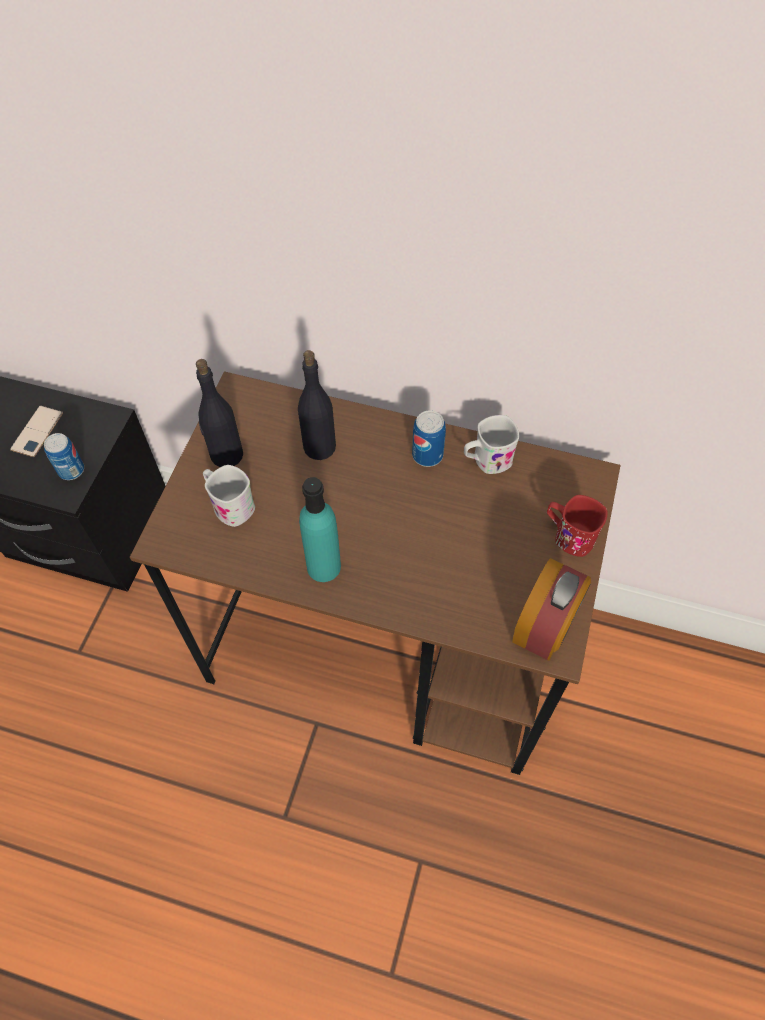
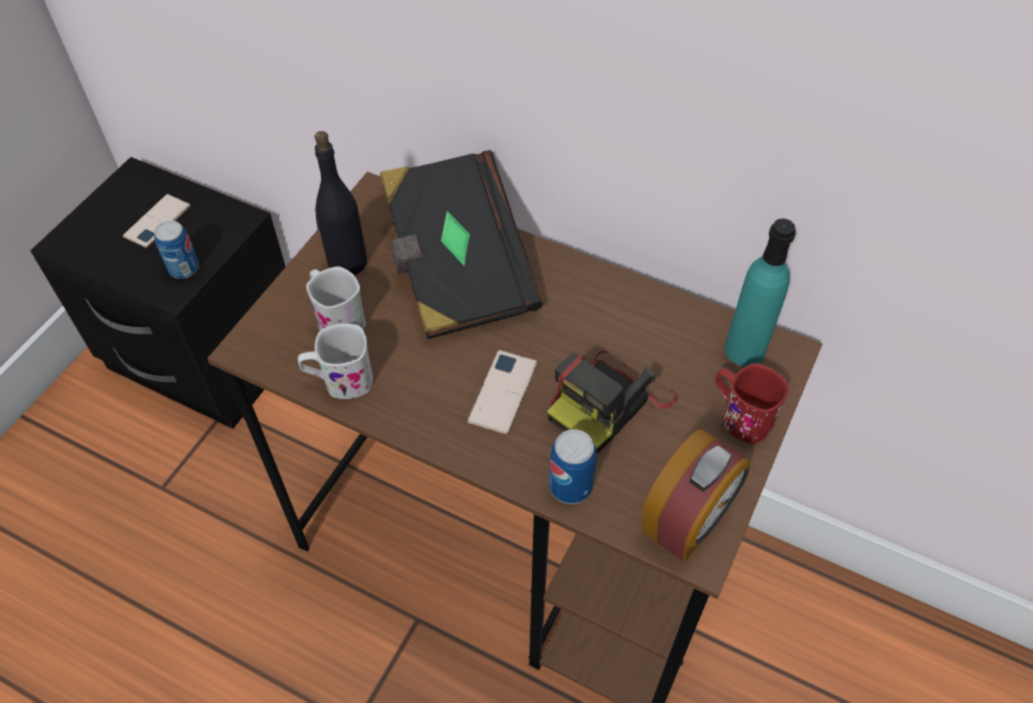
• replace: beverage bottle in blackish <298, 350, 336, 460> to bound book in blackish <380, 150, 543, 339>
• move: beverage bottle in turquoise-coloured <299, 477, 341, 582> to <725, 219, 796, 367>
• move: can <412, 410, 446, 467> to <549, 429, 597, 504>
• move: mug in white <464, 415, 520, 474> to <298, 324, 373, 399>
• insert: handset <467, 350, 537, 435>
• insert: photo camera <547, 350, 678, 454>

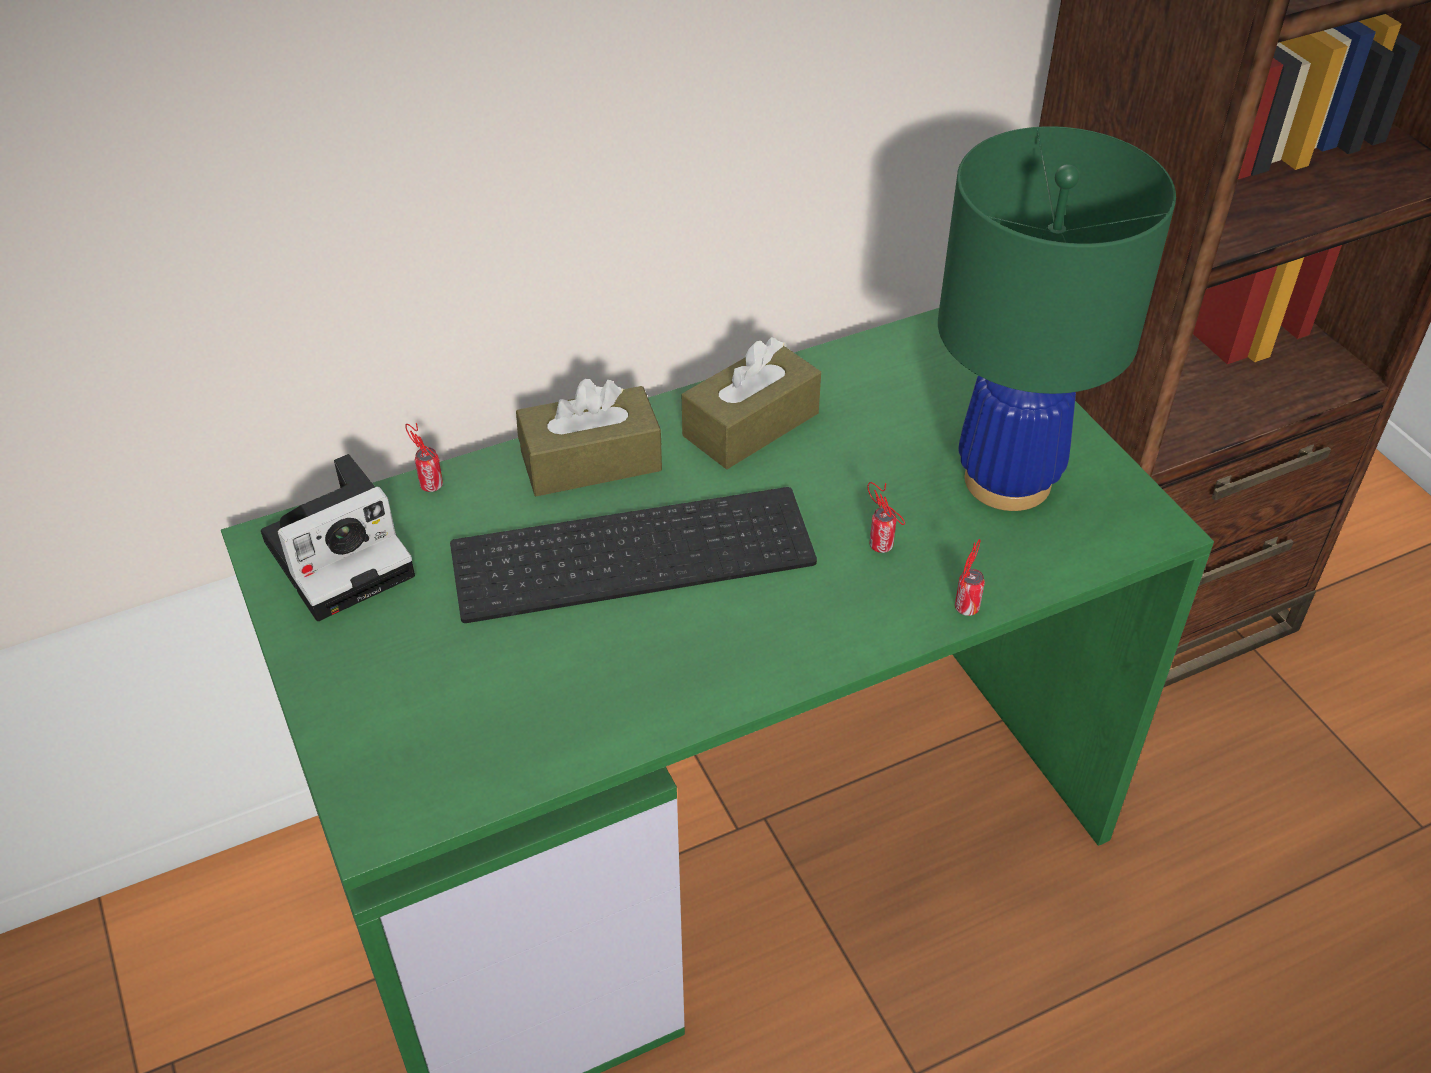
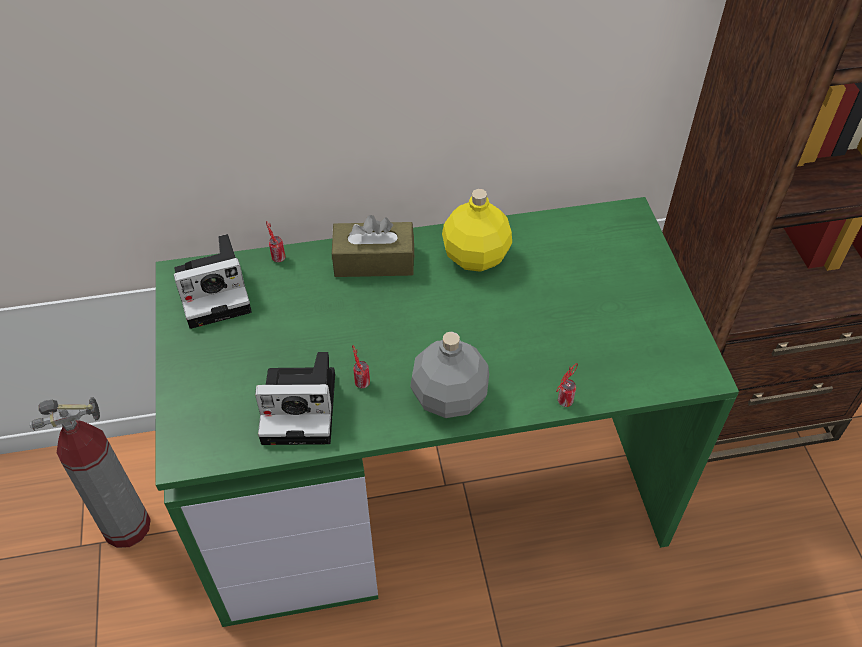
• delete: PC keyboard <450, 487, 817, 623>
• replace: tissue box in brown <682, 337, 821, 469> to beverage bottle in yellowish <442, 189, 512, 272>
• move: can <867, 482, 905, 553> to <352, 345, 370, 388>
• delete: lamp for a table in green-coloured <938, 126, 1176, 511>
• insert: fire extinguisher <29, 397, 151, 548>
• insert: photo camera <255, 352, 335, 445>
• insert: beverage bottle in gray <410, 332, 489, 418>

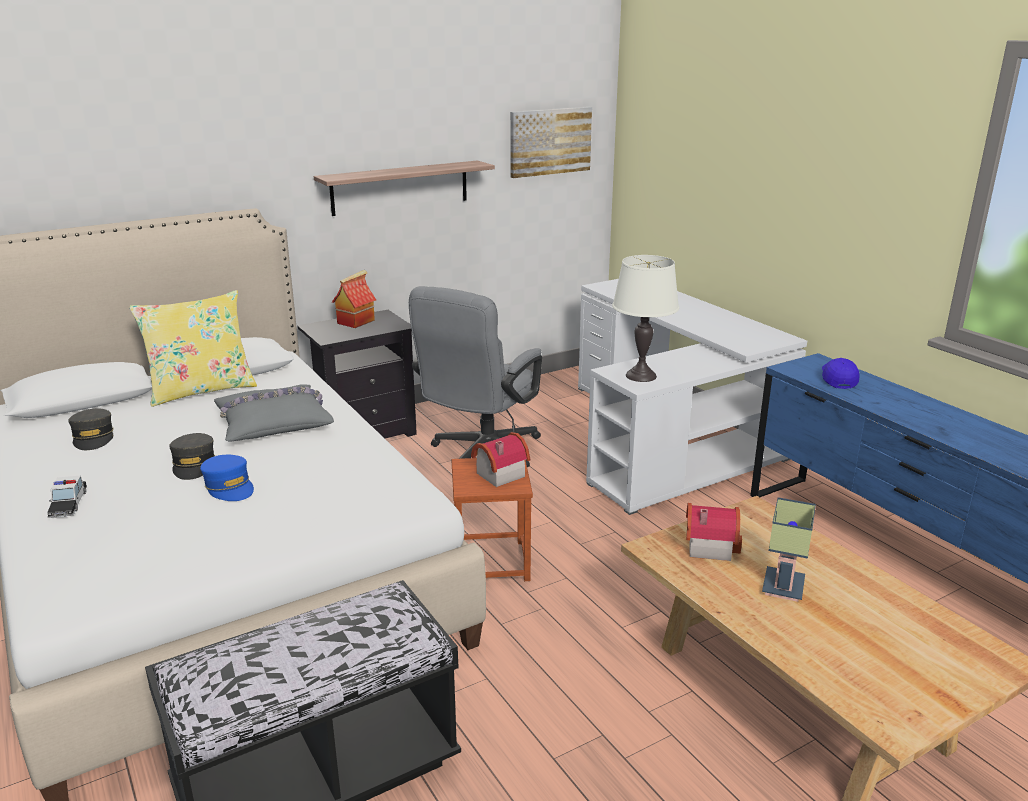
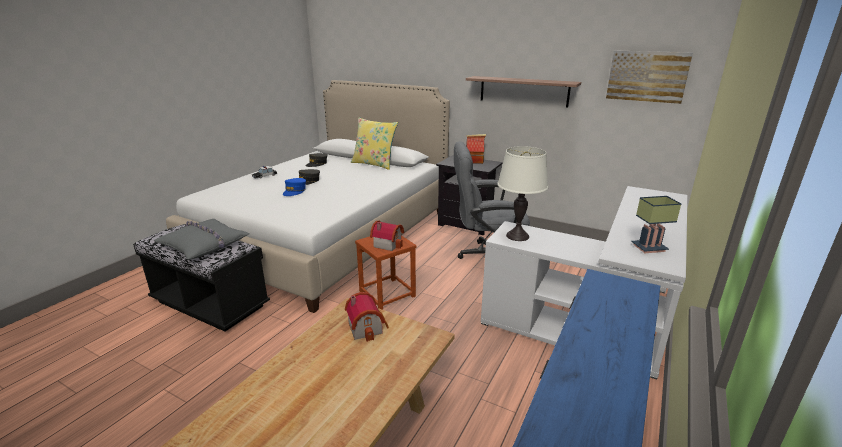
• move: pillow in gray <214, 384, 334, 441> to <154, 219, 249, 260>
• move: lamp for a table <762, 497, 816, 602> to <631, 196, 681, 253>
• delete: cap in blue-coloured <822, 358, 859, 389>

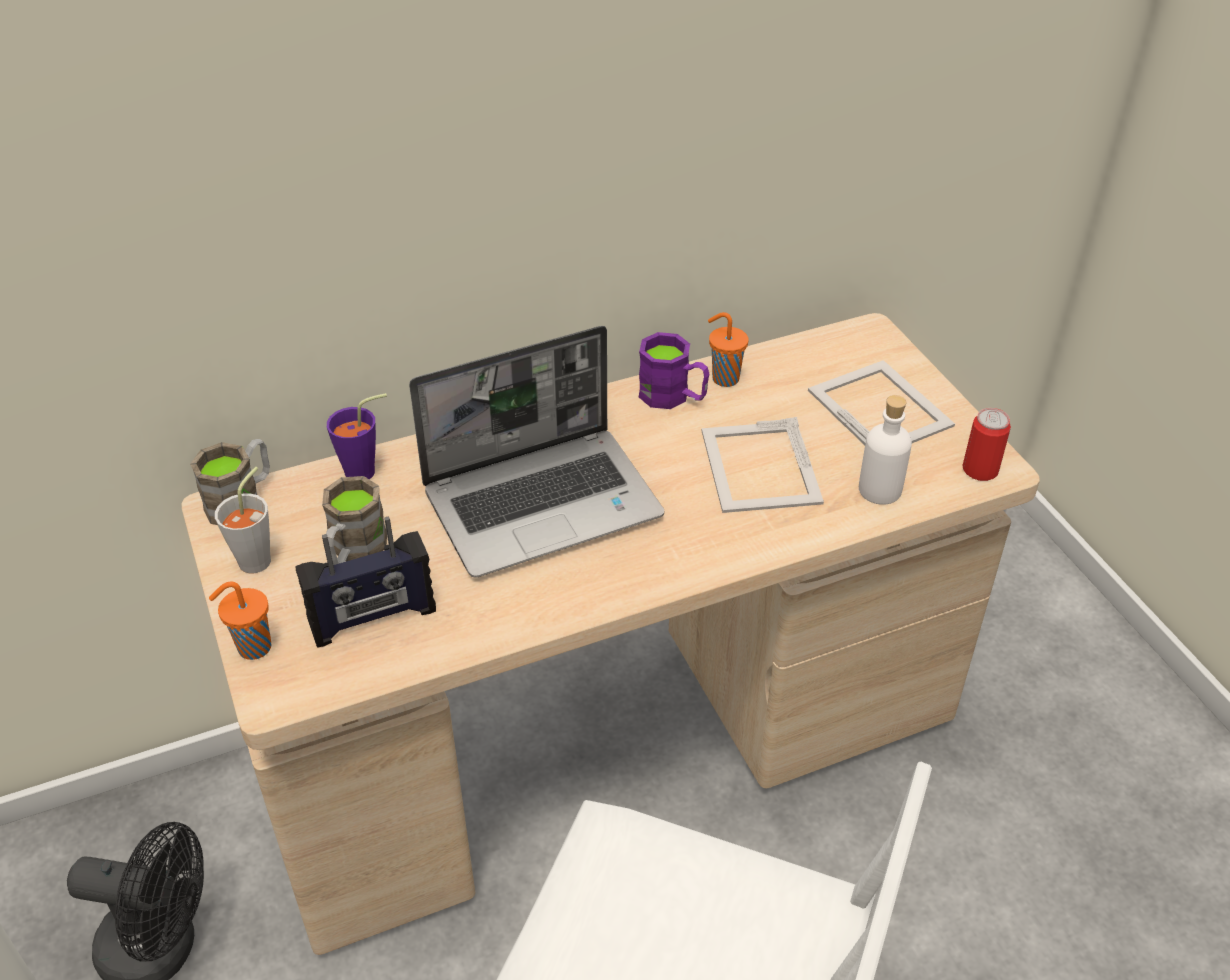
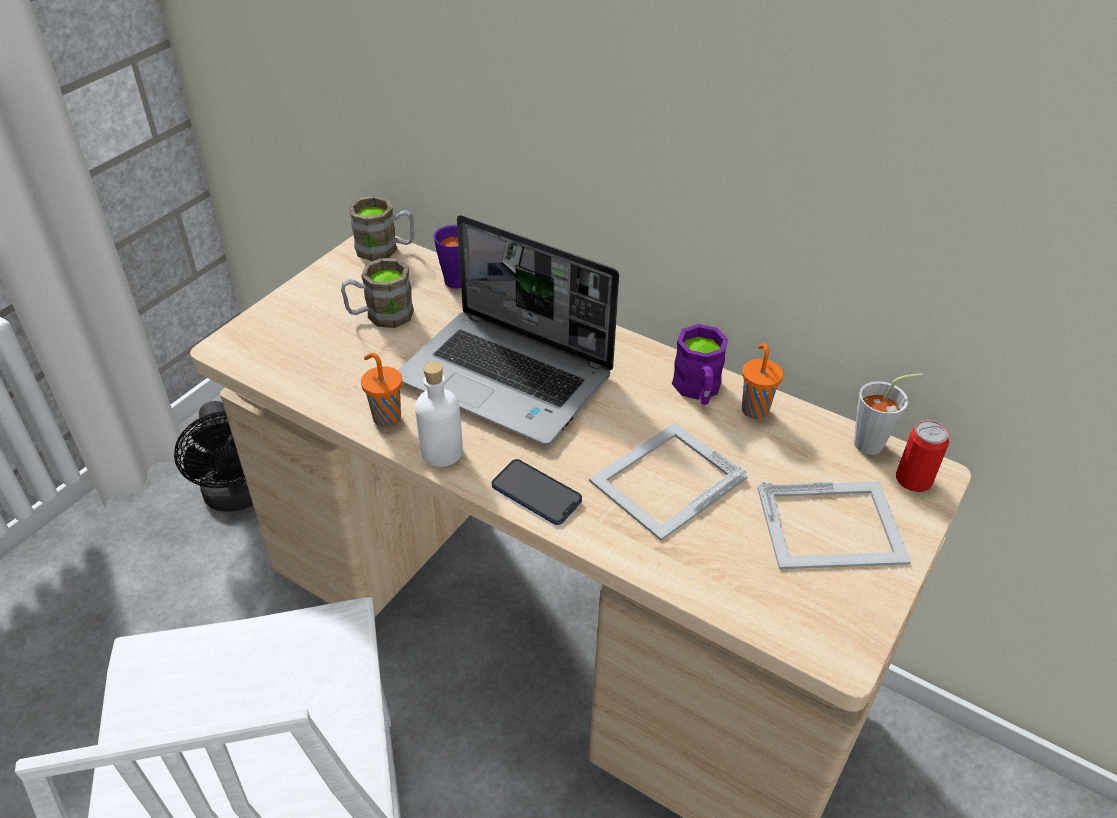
• move: cup in orangey <209, 581, 271, 660> to <361, 352, 402, 428>
• move: cup in gray <215, 467, 271, 574> to <854, 373, 923, 455>
• delete: radio set <295, 517, 436, 648>
• rotate: photo frame <808, 360, 955, 445> = <757, 481, 911, 569> 60 degrees clockwise
• move: beverage bottle in white <859, 395, 912, 505> to <415, 361, 463, 467>
• move: can <962, 408, 1011, 481> to <896, 420, 949, 492>
• insert: handset <492, 459, 582, 525>

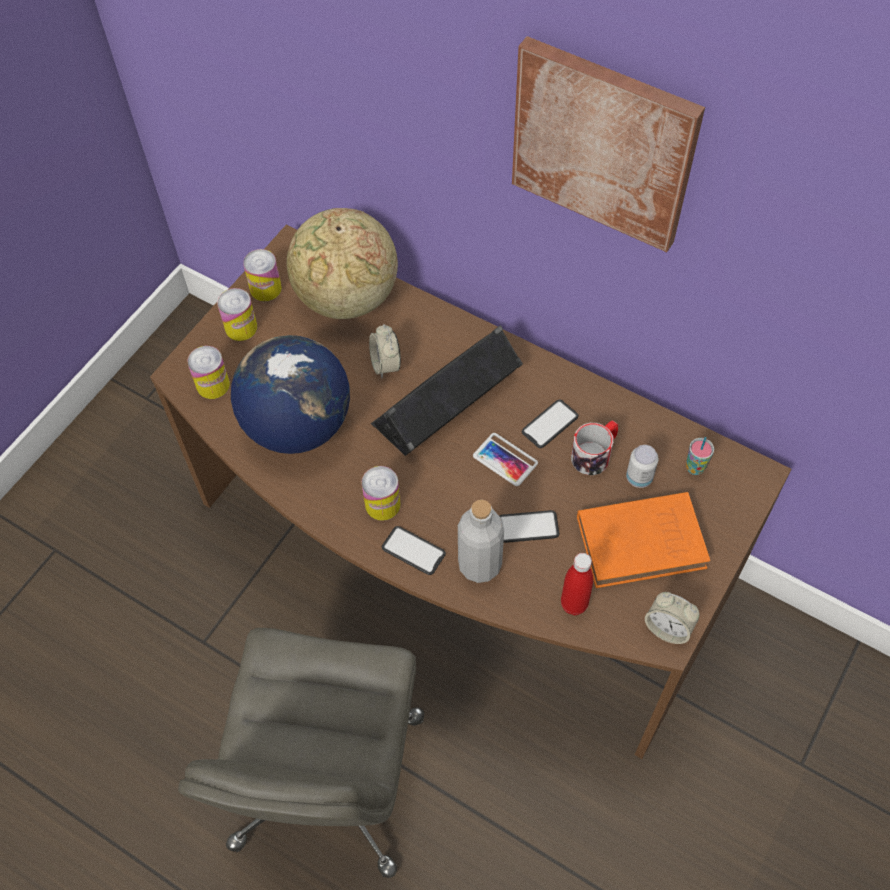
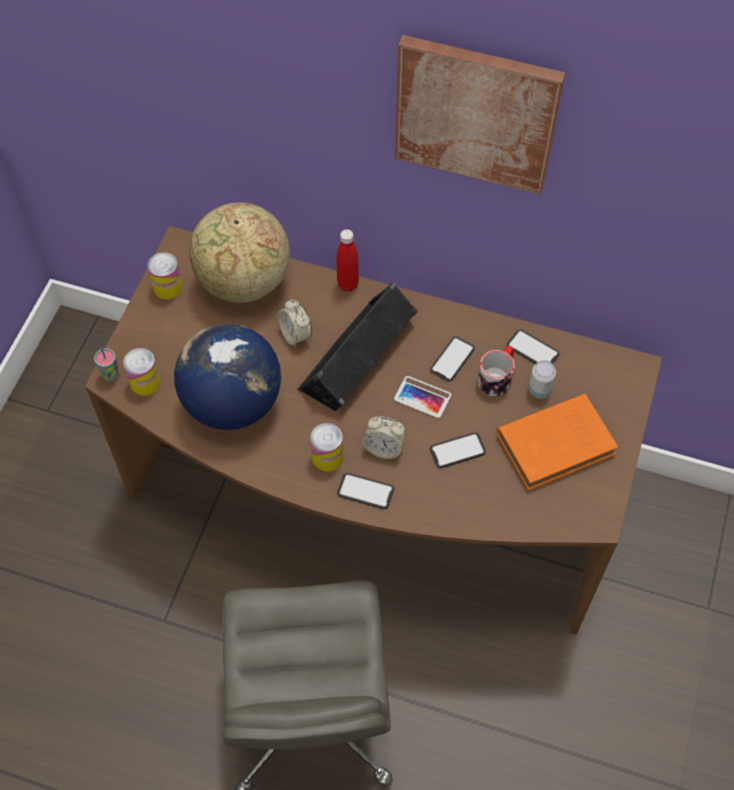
• delete: can <217, 288, 257, 341>
• delete: beverage bottle in gray <458, 500, 504, 583>
• move: beverage bottle in red-coloured <561, 553, 593, 615> to <337, 229, 359, 291>
• move: alarm clock <645, 592, 699, 644> to <362, 416, 406, 459>
• move: cup <686, 437, 714, 475> to <94, 347, 119, 381>
• insert: handset <507, 329, 560, 364>

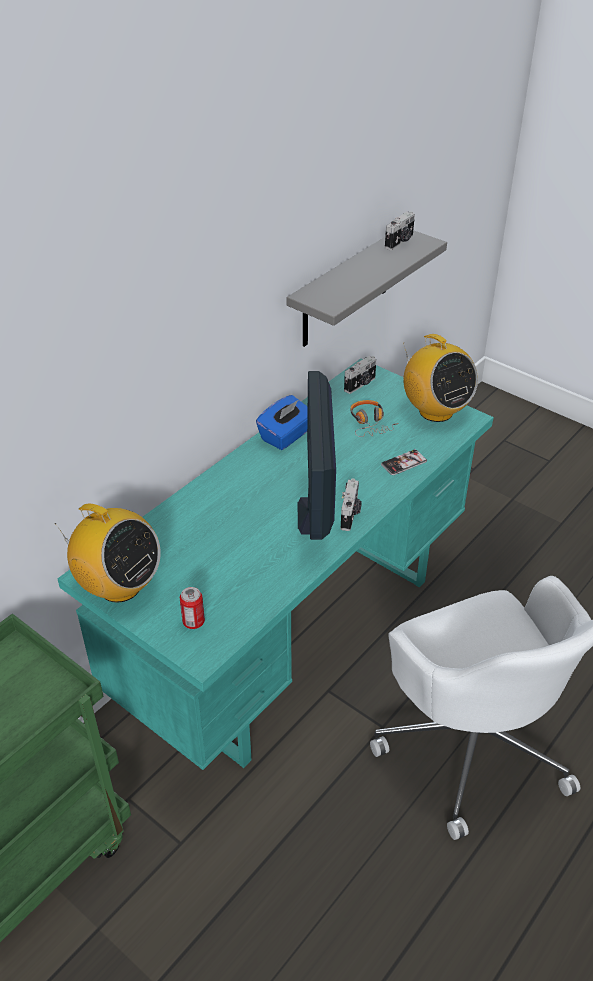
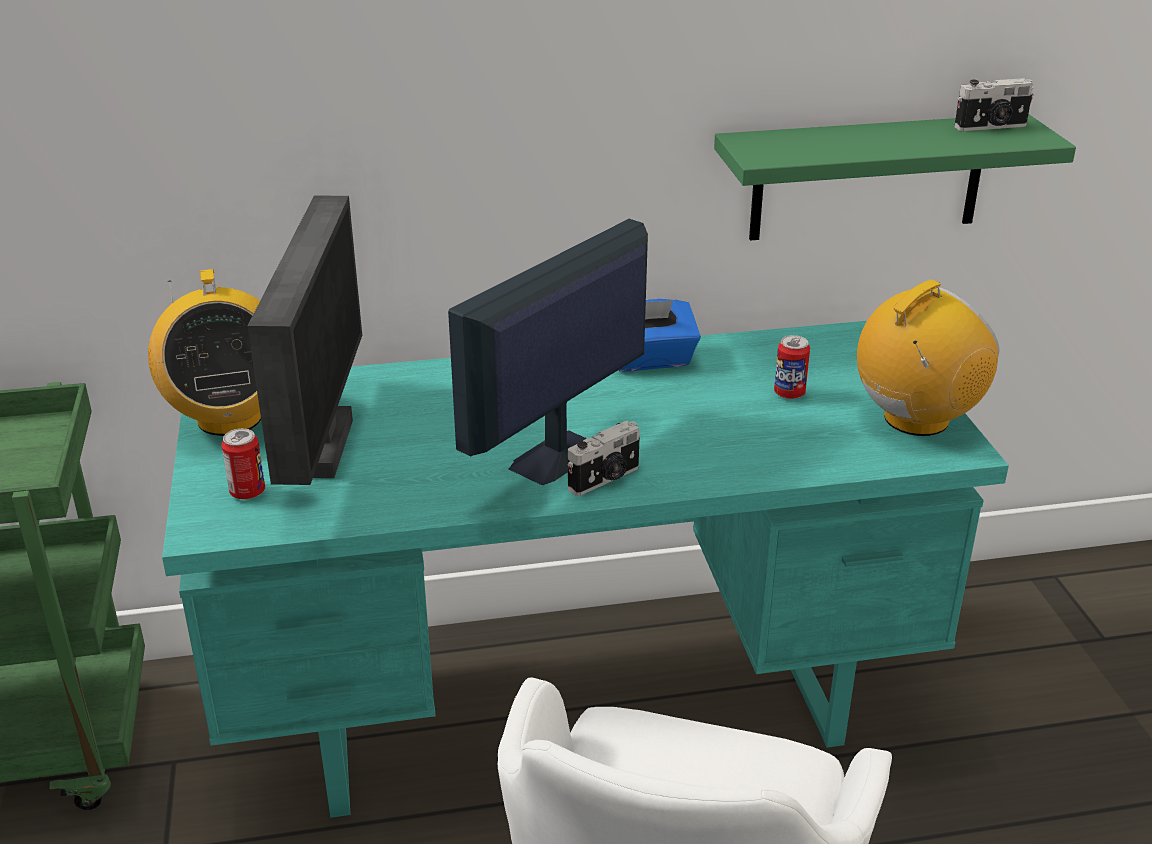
• recolor: bracket shelf in gray <286, 230, 447, 347> to bracket shelf in green-coloured <714, 114, 1076, 241>
• delete: photo camera <344, 356, 376, 394>
• replace: headset <350, 400, 399, 437> to can <774, 335, 810, 399>
• delete: handset <381, 449, 427, 475>
• rotate: radio set <403, 334, 478, 422> = <857, 279, 1000, 436> 135 degrees counterclockwise
• insert: computer screen <247, 195, 362, 485>

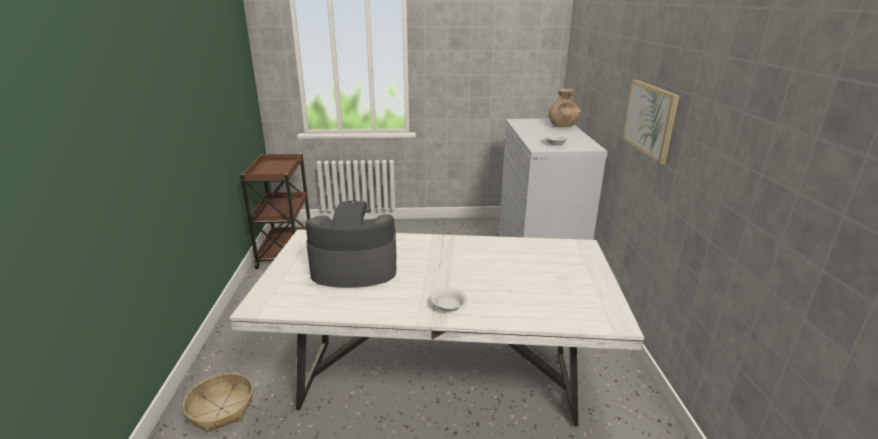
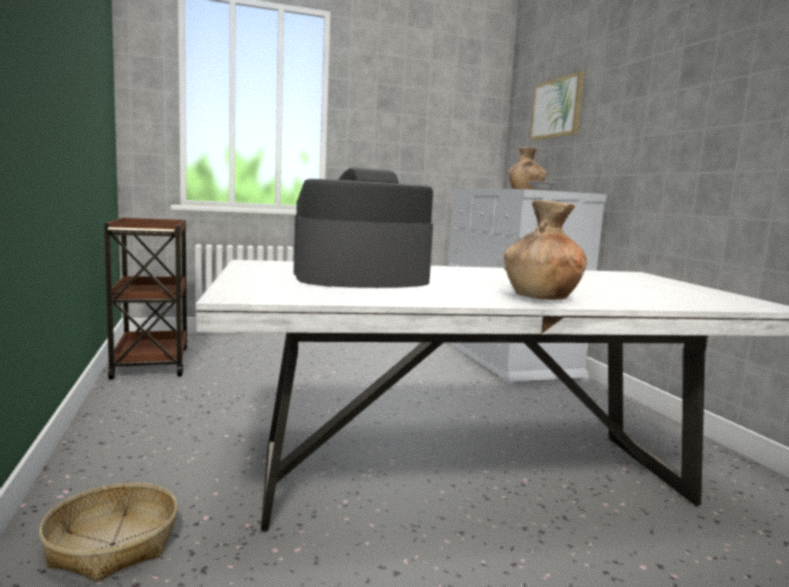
• replace: bowl in white <431, 288, 467, 312> to flower vase in brown <504, 200, 587, 300>
• move: wall art <622, 80, 680, 164> to <530, 71, 584, 140>

